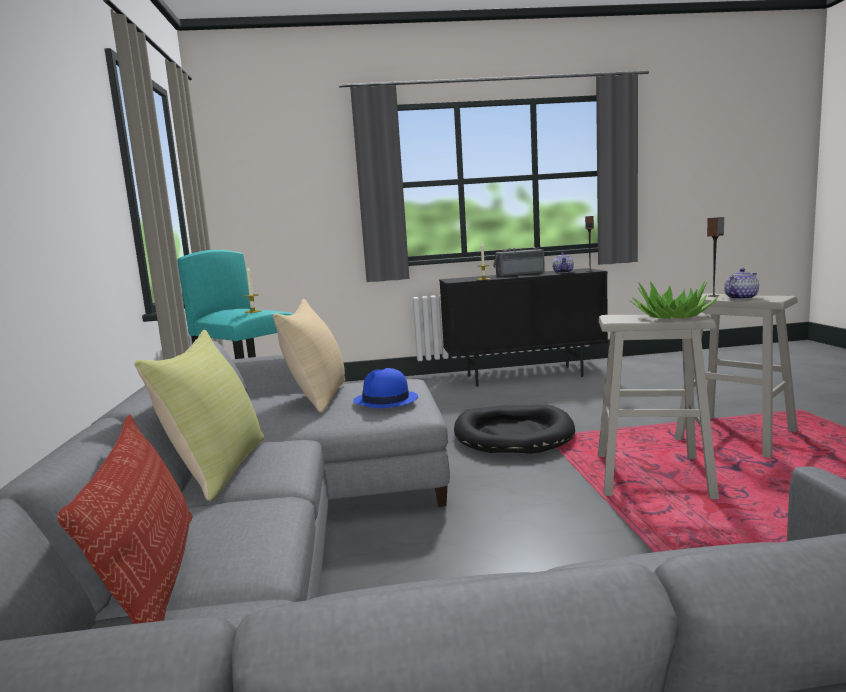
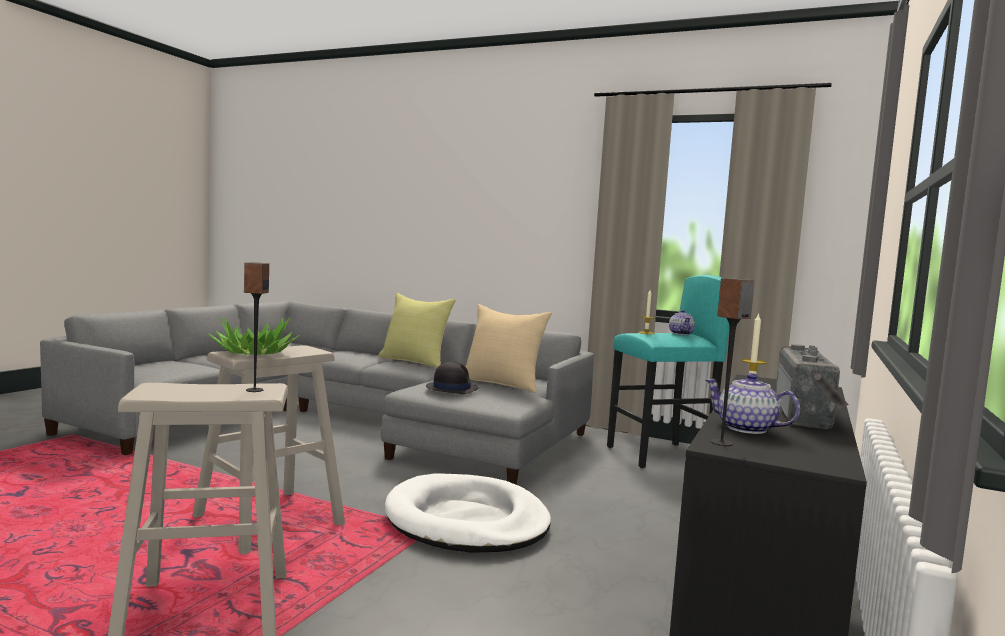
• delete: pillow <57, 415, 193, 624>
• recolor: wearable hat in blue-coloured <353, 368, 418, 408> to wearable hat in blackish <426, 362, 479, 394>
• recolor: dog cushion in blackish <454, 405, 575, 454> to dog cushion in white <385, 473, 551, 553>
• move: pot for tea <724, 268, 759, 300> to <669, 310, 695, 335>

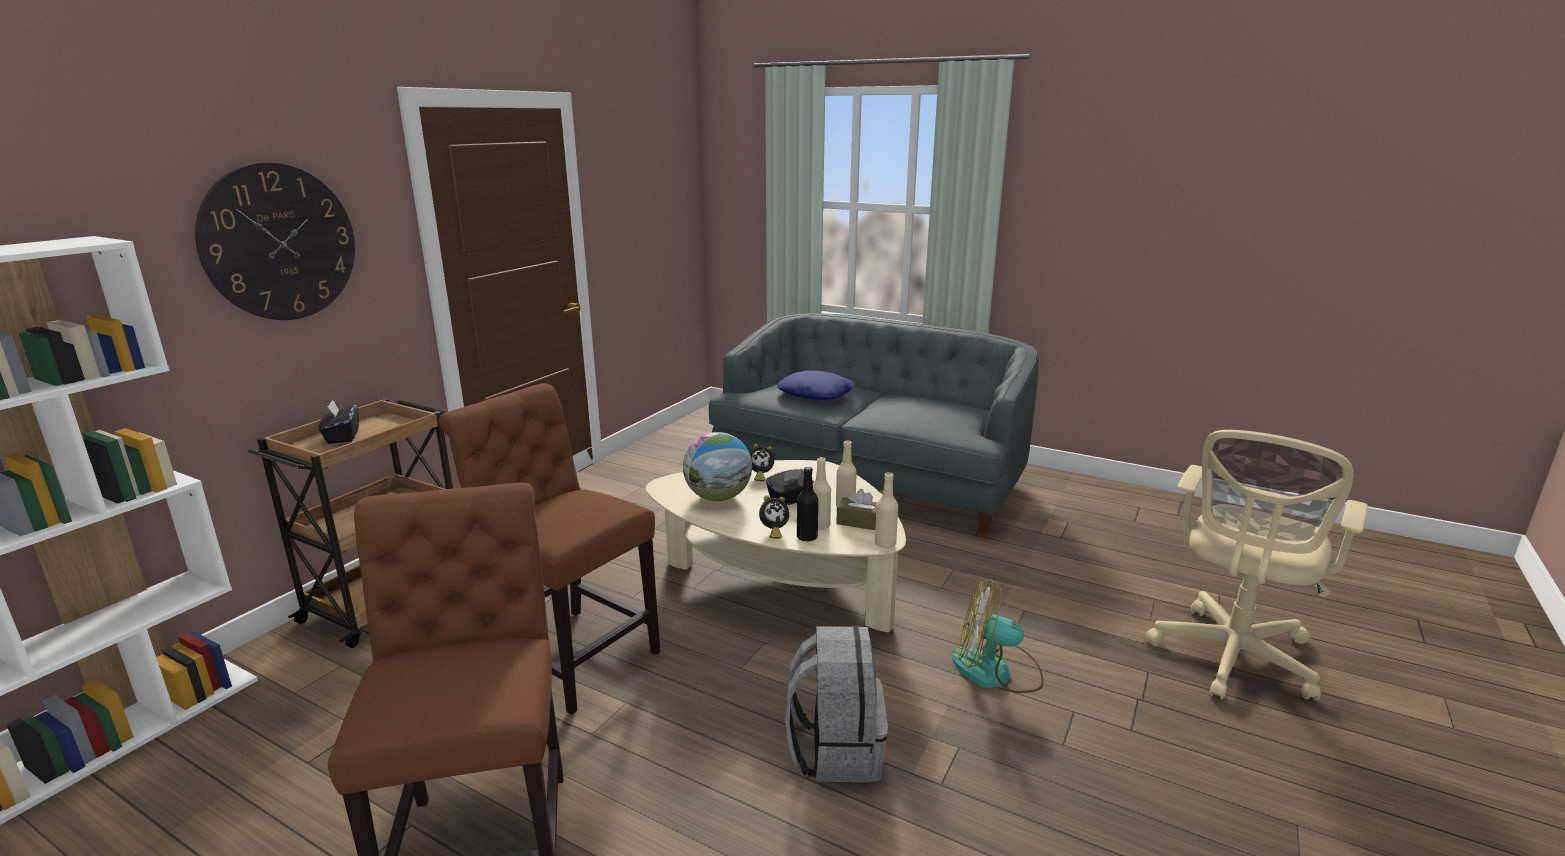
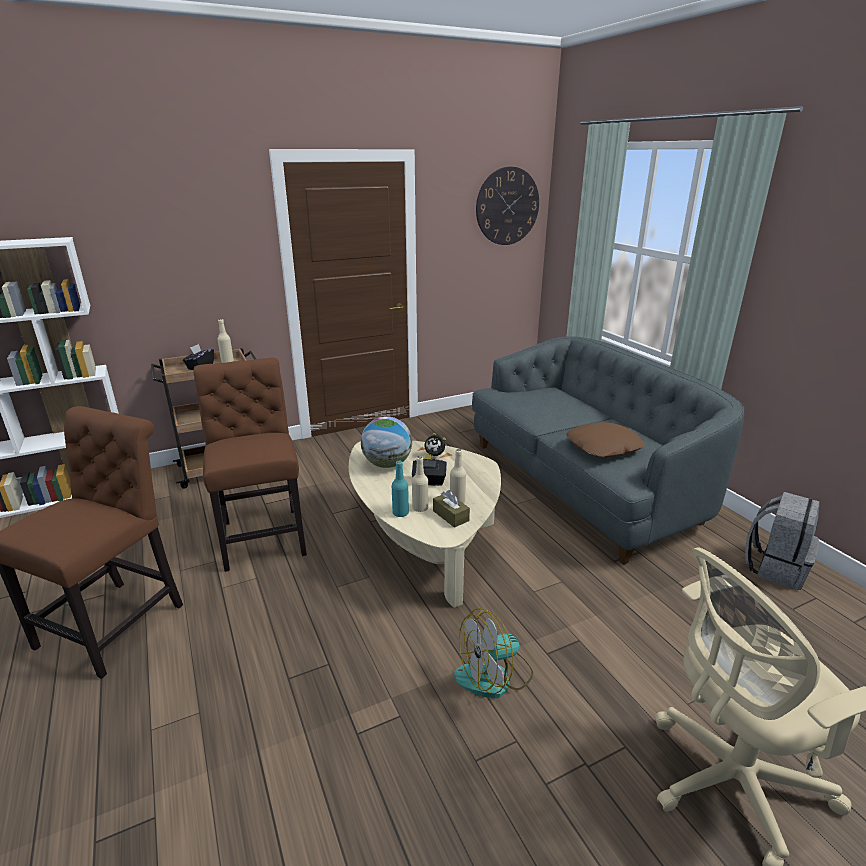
• move: wall clock <195, 162, 355, 320> to <476, 167, 539, 245>
• delete: alarm clock <759, 495, 789, 539>
• delete: pillow in blue-coloured <777, 371, 854, 400>
• move: rucksack in gray <785, 626, 888, 782> to <745, 492, 820, 590>
• recolor: beverage bottle in blackish <797, 467, 818, 542> to beverage bottle in turquoise-coloured <392, 461, 409, 517>
• move: beverage bottle in beige <875, 472, 898, 548> to <217, 319, 234, 363>
• rotate: fan <952, 580, 1044, 693> = <454, 608, 533, 698> 75 degrees counterclockwise
• insert: pillow in brown <566, 422, 645, 458>

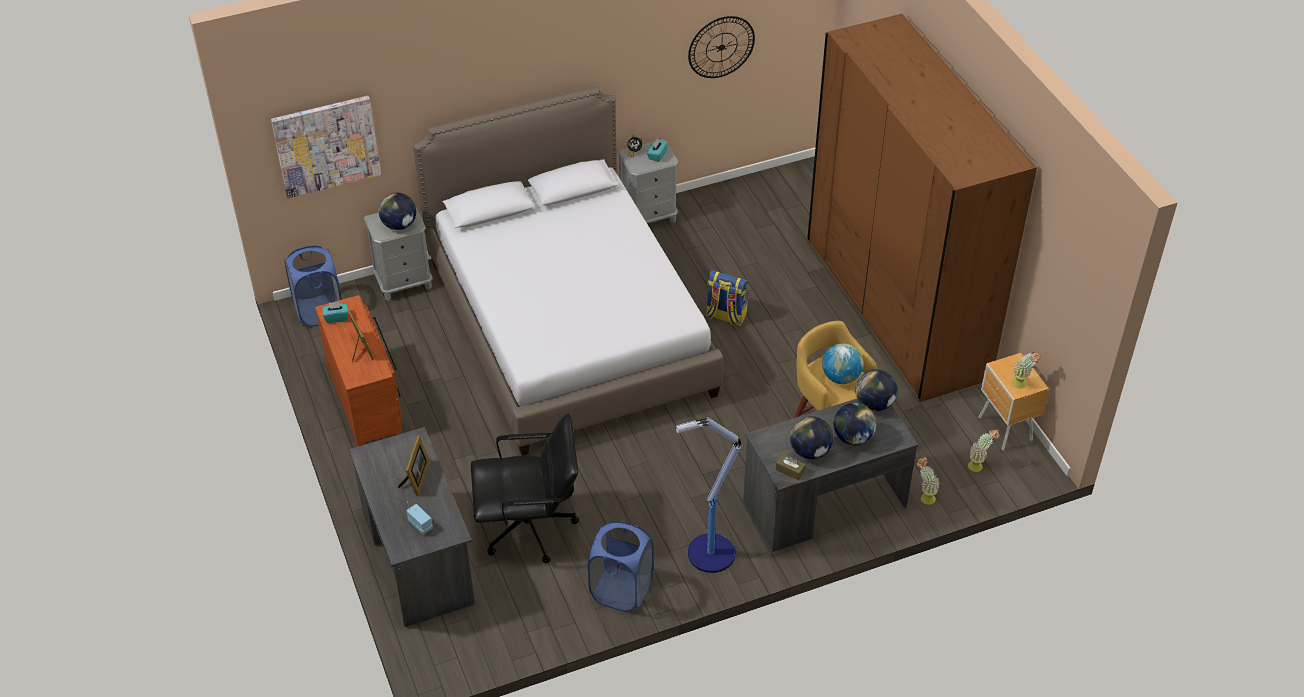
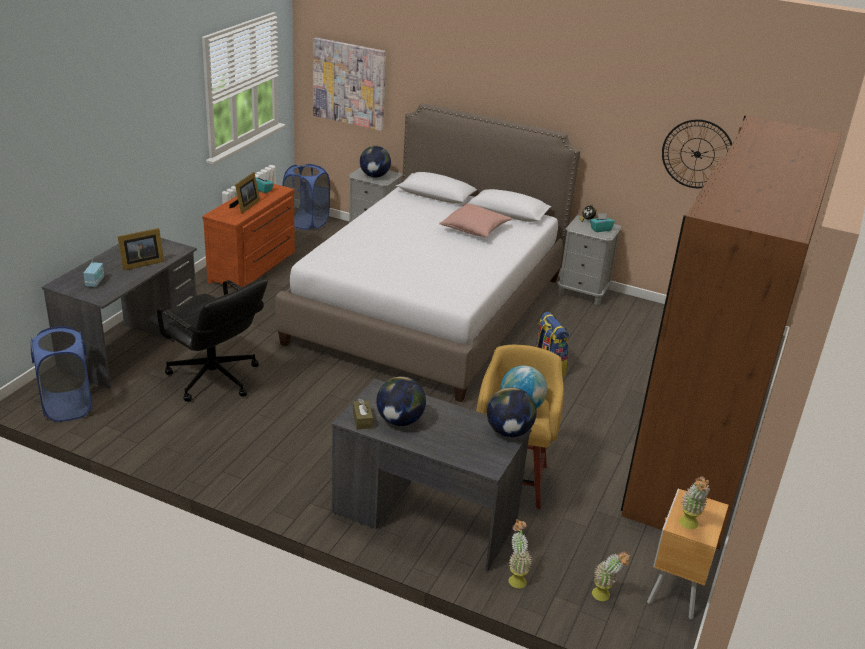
• move: hamper in blue-coloured <588, 521, 654, 612> to <31, 326, 92, 422>
• delete: standard lamp <676, 417, 741, 573>
• delete: world globe <834, 403, 876, 445>
• insert: pillow in pink-coloured <439, 203, 512, 238>

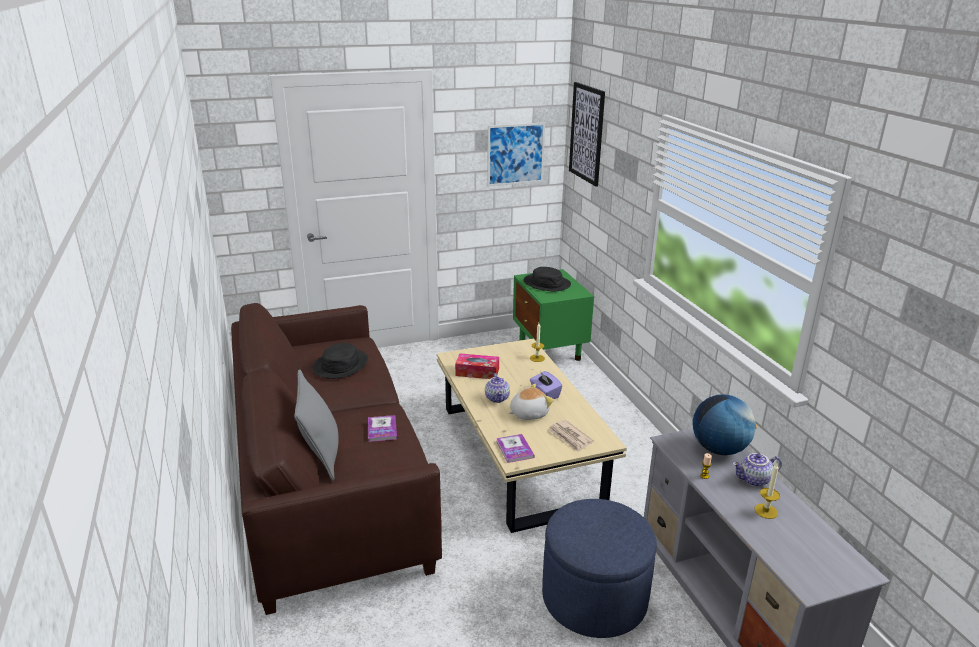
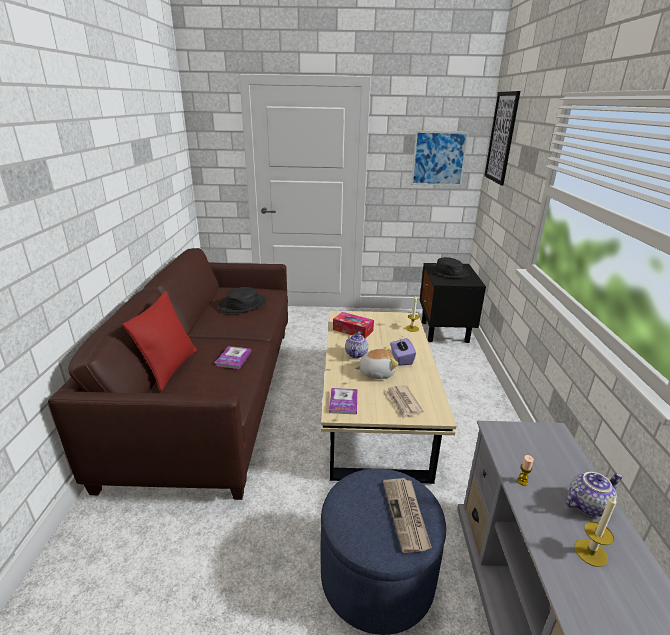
• recolor: pillow in gray <294, 369, 339, 480> to pillow in red-coloured <122, 291, 197, 392>
• recolor: bedside table in green-coloured <513, 269, 594, 361> to bedside table in blackish <420, 263, 486, 343>
• delete: world globe <692, 394, 757, 455>
• rotate: pot for tea <733, 453, 782, 487> = <566, 472, 623, 516> 150 degrees clockwise
• insert: newspaper <383, 478, 432, 553>

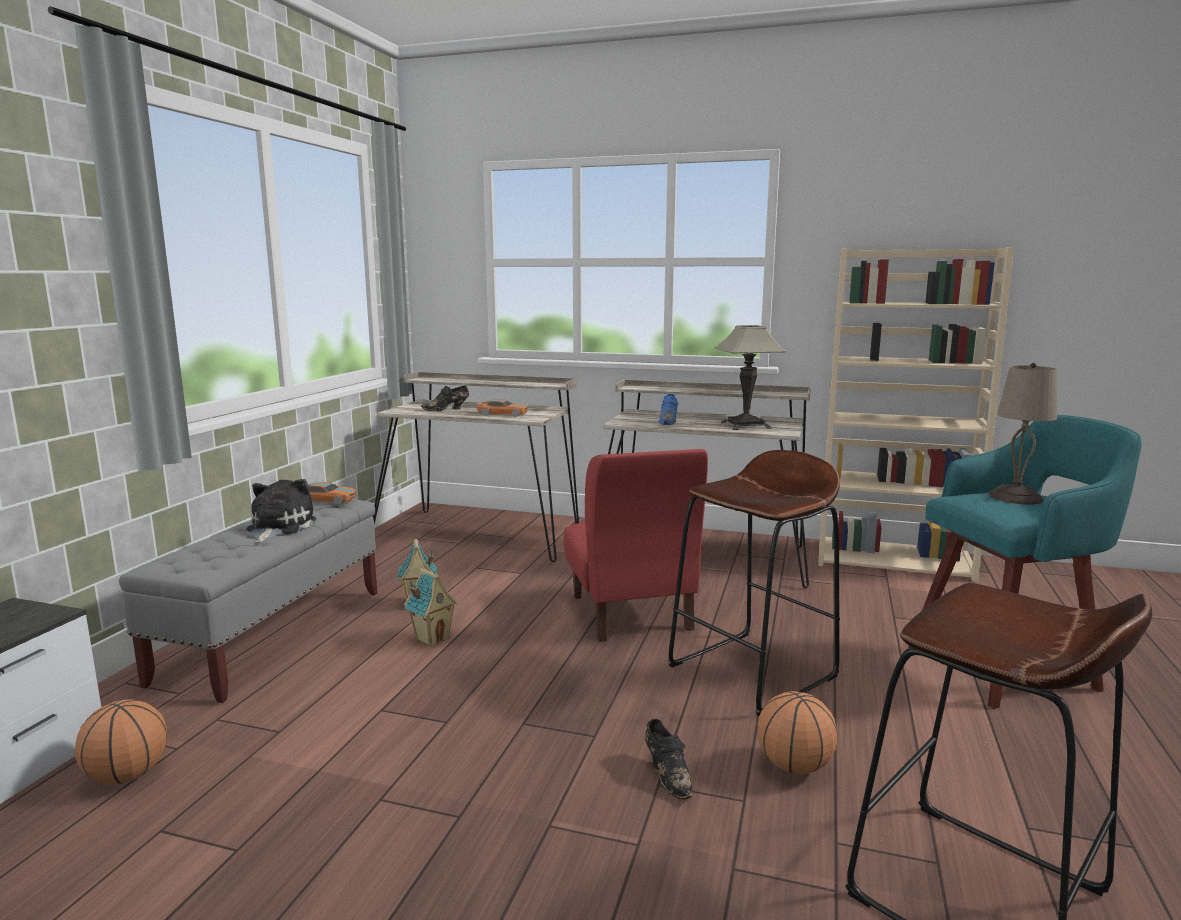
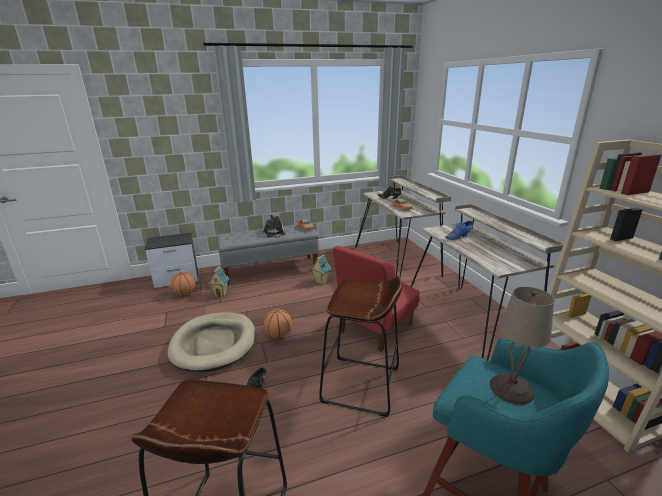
• move: miniature house <404, 568, 458, 646> to <208, 266, 229, 298>
• delete: lamp for a table <714, 325, 787, 430>
• move: ball for basketball <758, 691, 838, 774> to <263, 309, 292, 338>
• insert: dog cushion in beige <168, 313, 256, 372>

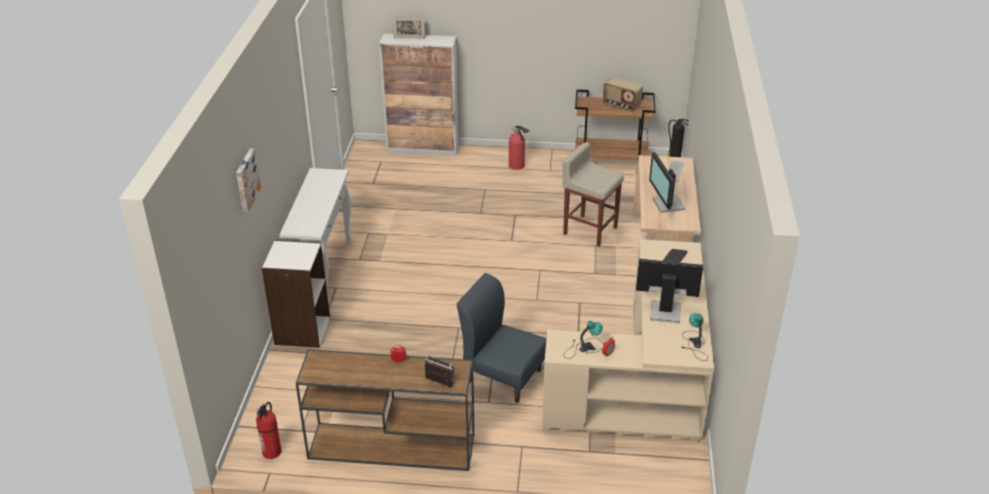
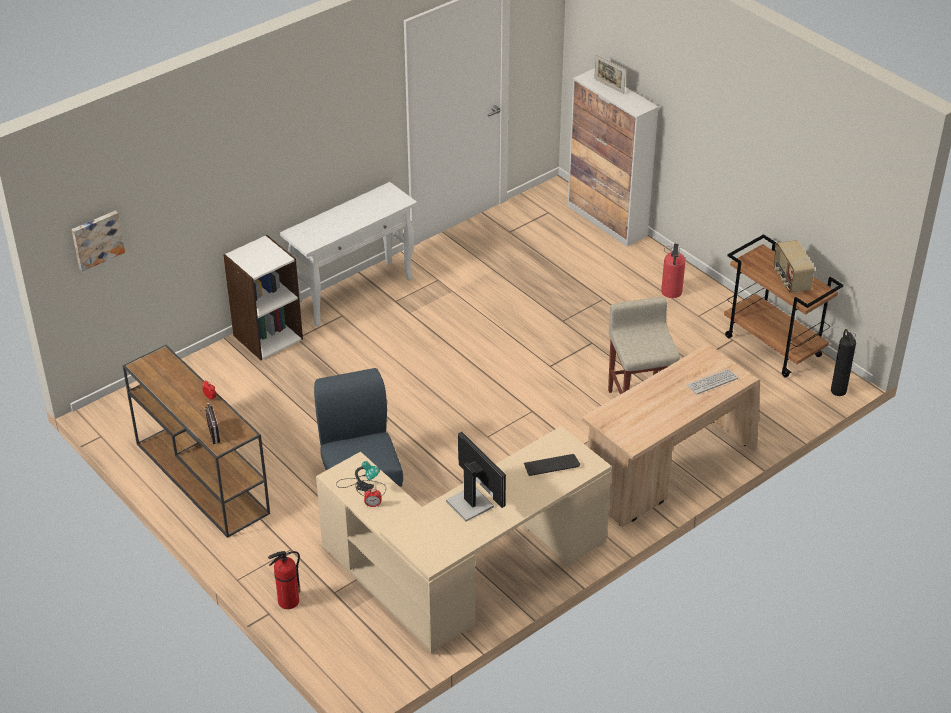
• move: wall art <236, 148, 261, 213> to <72, 210, 125, 271>
• move: fire extinguisher <256, 402, 282, 459> to <268, 551, 301, 609>
• delete: computer screen <649, 152, 685, 213>
• delete: lamp for a table <680, 313, 708, 361>

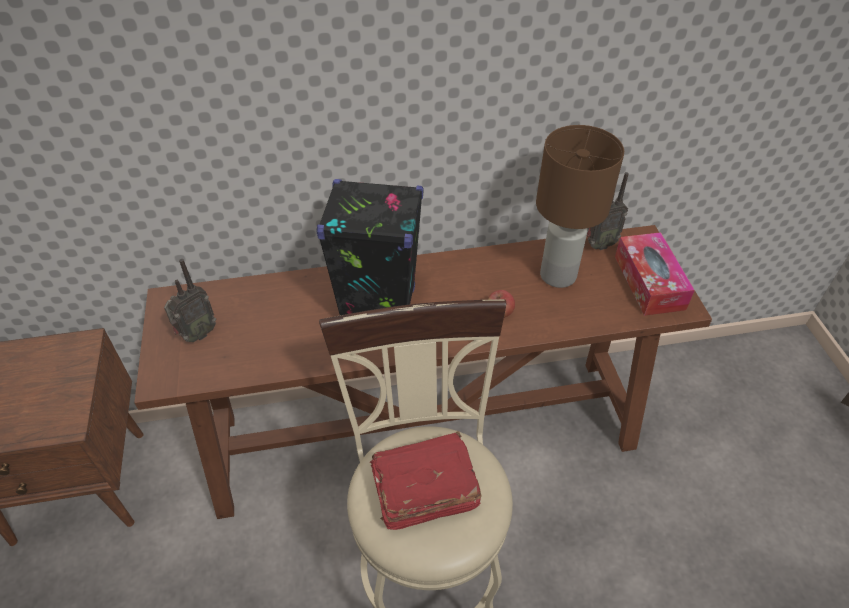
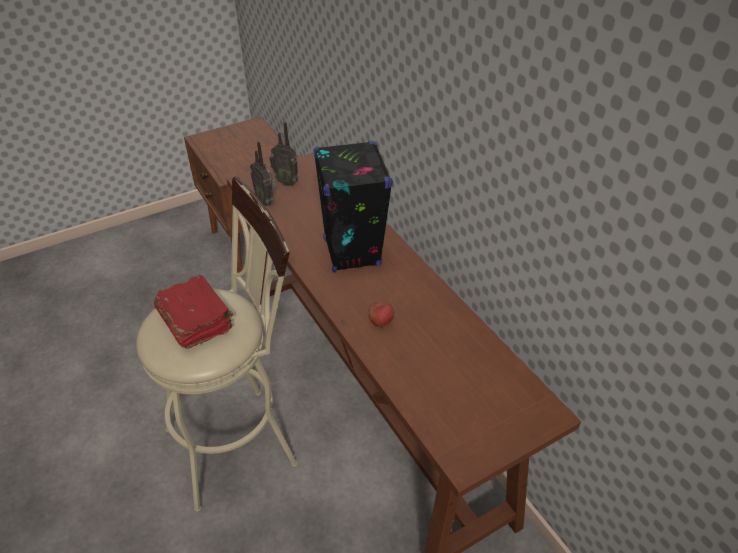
• delete: lamp for a table in brown <536, 125, 624, 288>
• move: radio set <587, 172, 629, 250> to <250, 141, 276, 206>
• delete: tissue box <615, 232, 695, 316>

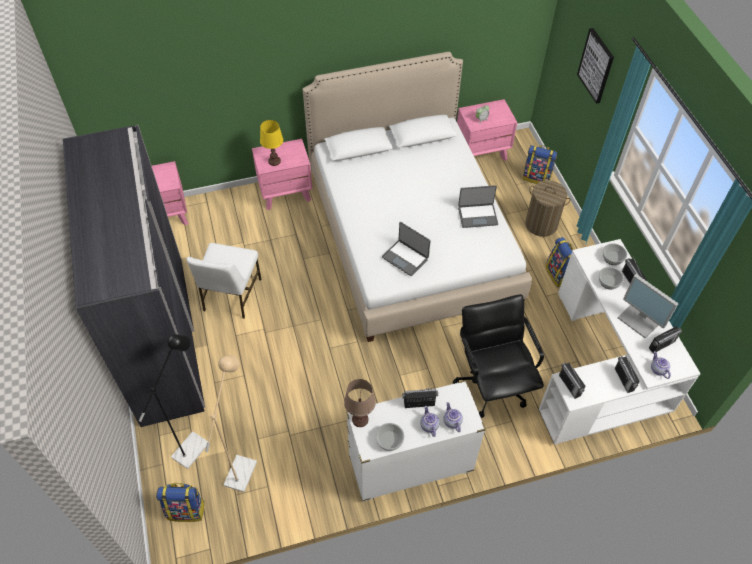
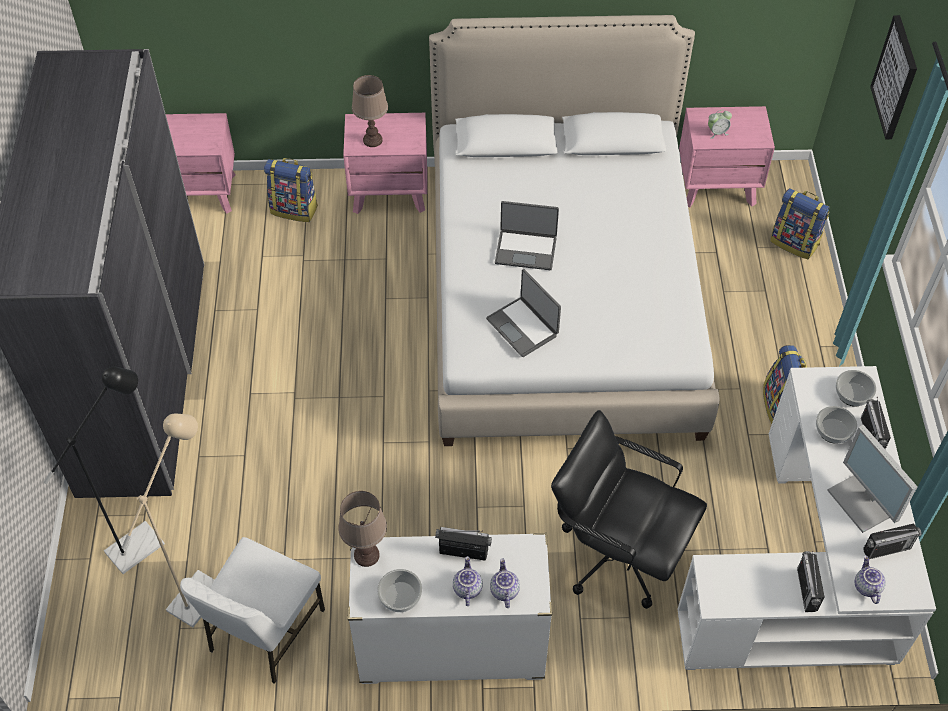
• move: rucksack <156, 483, 205, 522> to <264, 158, 318, 222>
• move: plain chair in white <187, 243, 261, 319> to <180, 537, 325, 684>
• recolor: lamp for a table in yellowish <260, 120, 283, 166> to lamp for a table in brown <352, 75, 388, 147>
• rotate: desk chair in blackish <453, 294, 544, 418> = <551, 410, 707, 609> 60 degrees counterclockwise
• move: notebook computer <458, 185, 498, 228> to <495, 201, 559, 270>
• delete: hamper <525, 180, 571, 237>
• delete: radio set <559, 362, 585, 399>

